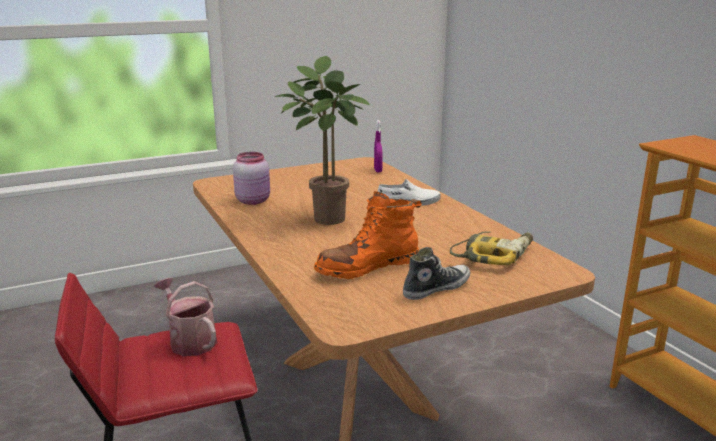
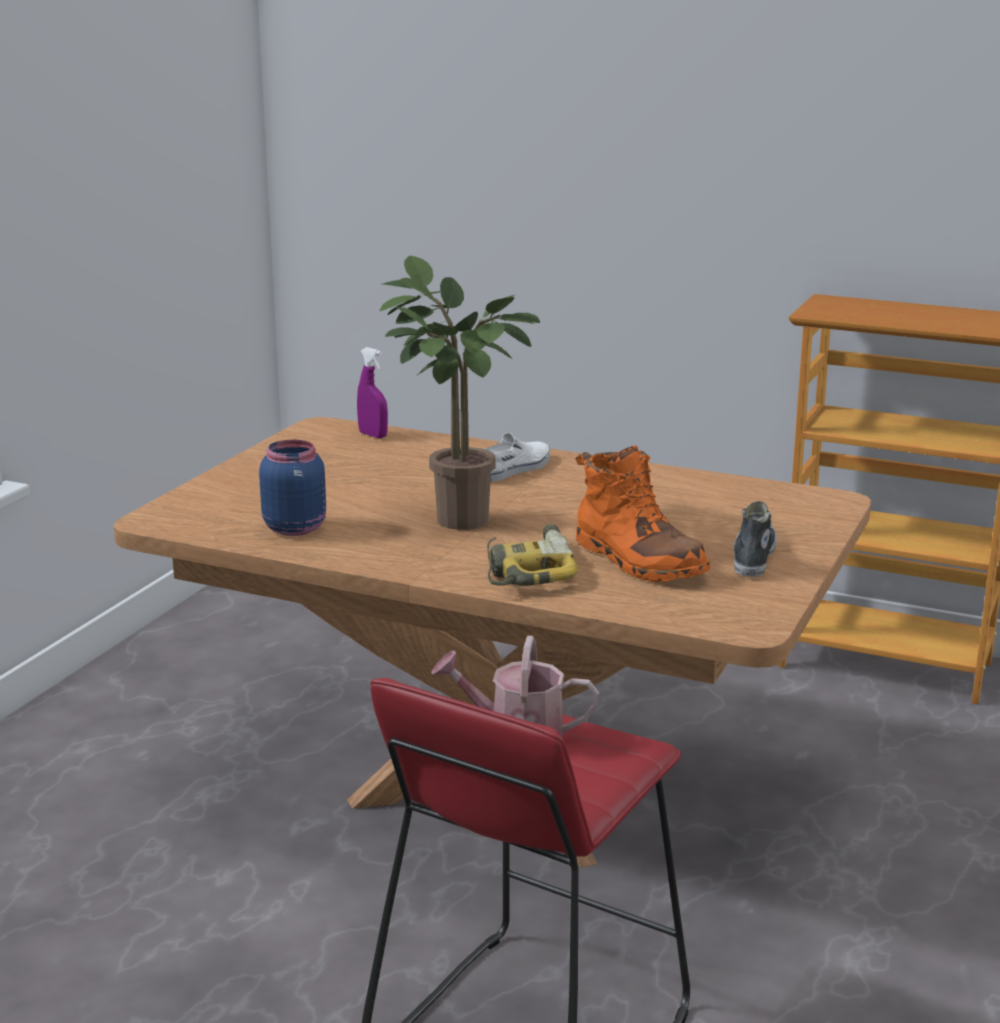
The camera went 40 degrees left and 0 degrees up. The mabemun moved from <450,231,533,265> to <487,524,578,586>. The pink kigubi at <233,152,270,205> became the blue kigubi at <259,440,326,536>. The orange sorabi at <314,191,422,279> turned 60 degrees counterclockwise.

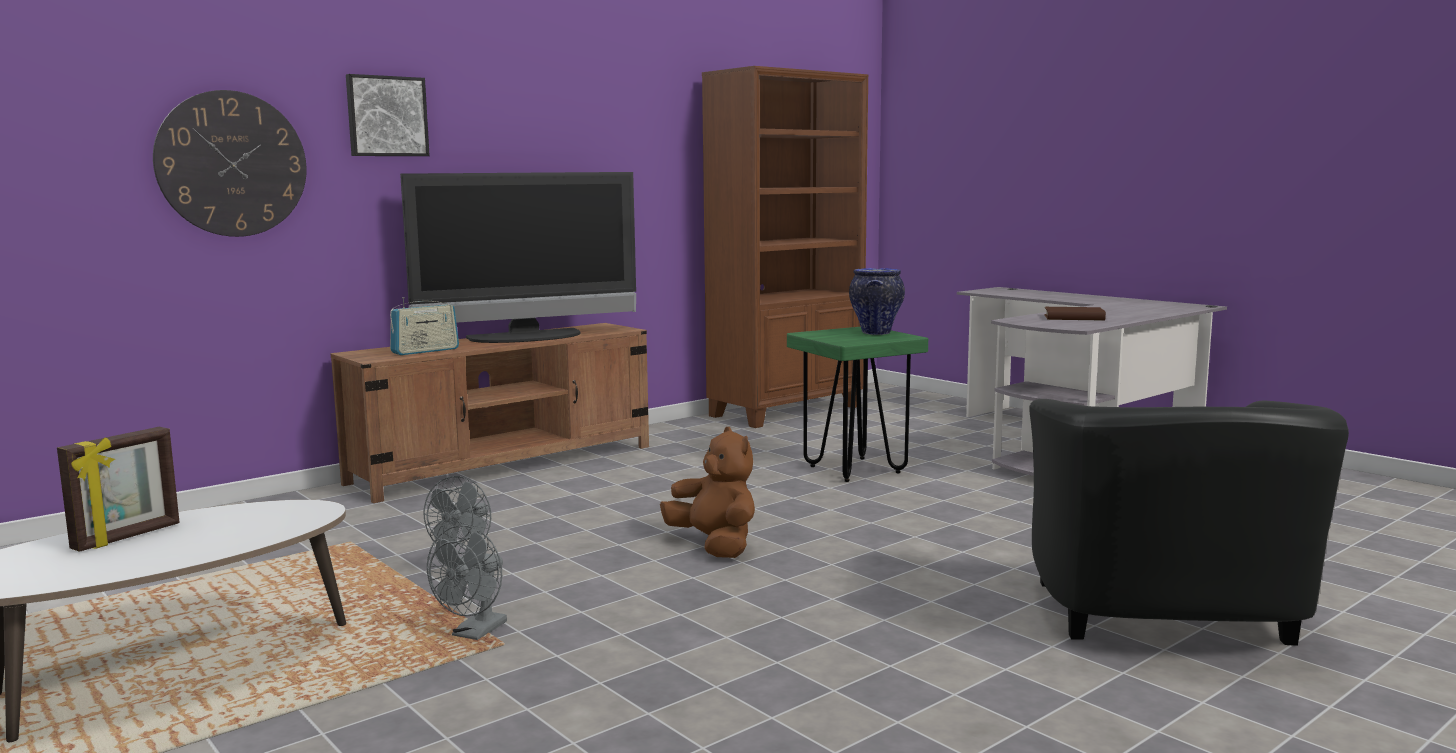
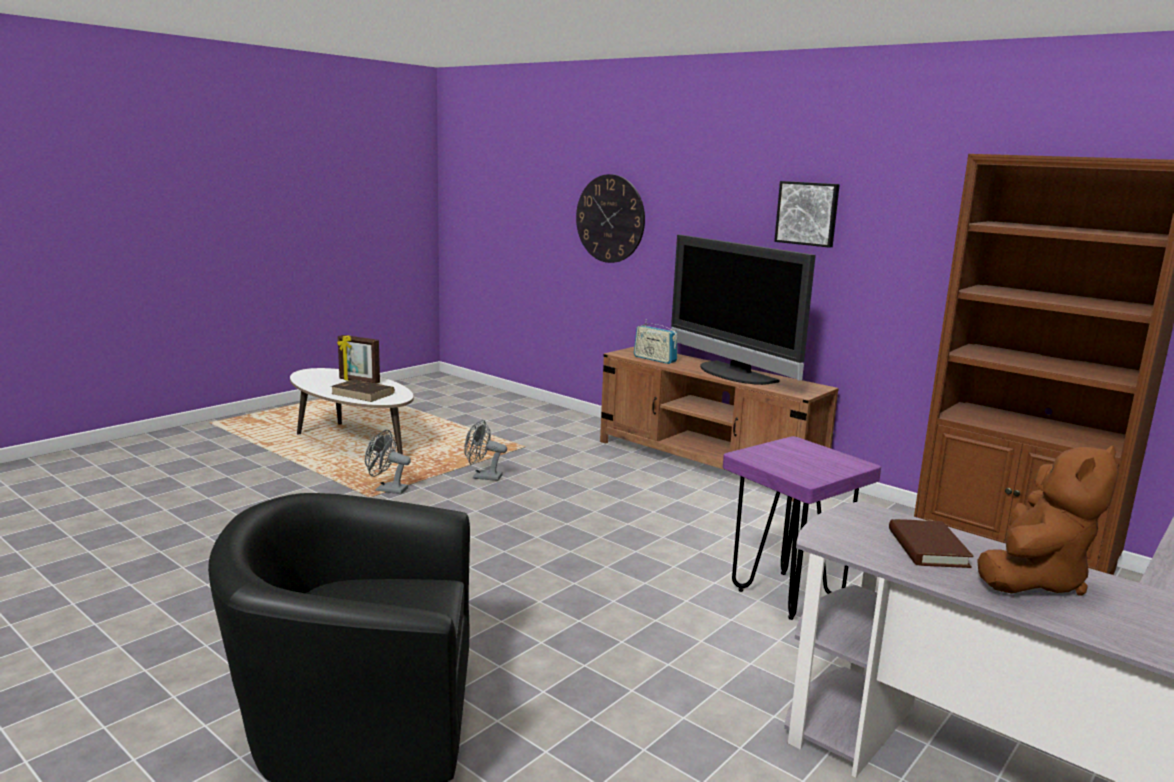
The camera went 80 degrees right and 5 degrees up. The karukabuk at <849,268,905,335> disappeared. The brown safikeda at <331,379,395,402> appeared. The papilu moved from <346,74,430,156> to <774,181,840,248>. The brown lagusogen moved from <660,427,755,558> to <977,446,1119,596>. The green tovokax at <787,327,928,482> became the purple tovokax at <723,436,881,620>.

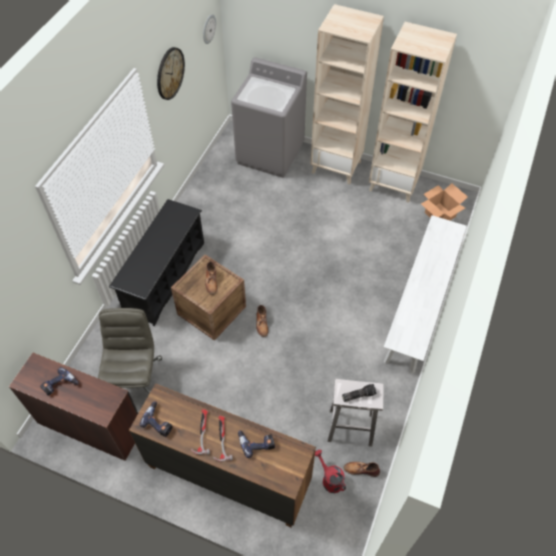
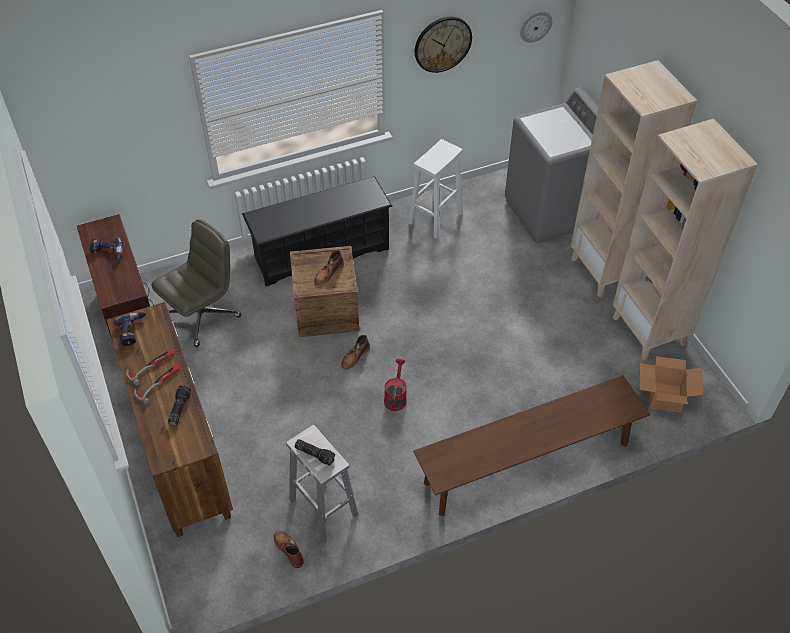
The camera went 45 degrees right and 5 degrees down. The white tovokax at <408,139,463,238> appeared. The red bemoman moved from <315,450,346,493> to <384,359,407,411>. The mabemun at <238,430,275,458> was replaced by the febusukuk at <168,385,191,426>. The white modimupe at <384,215,467,374> became the brown modimupe at <413,375,650,516>.

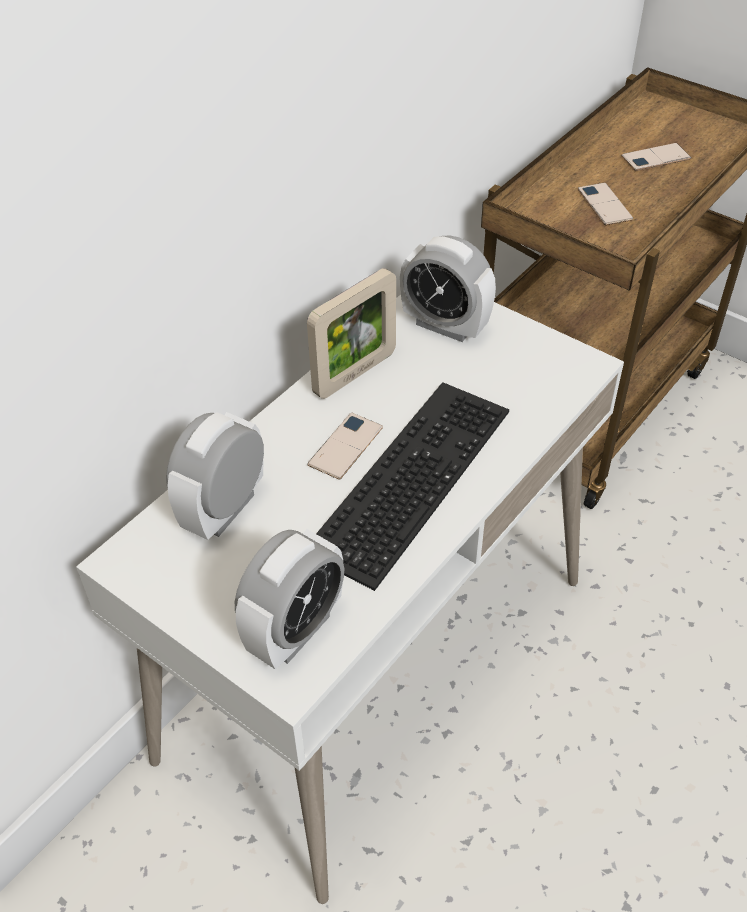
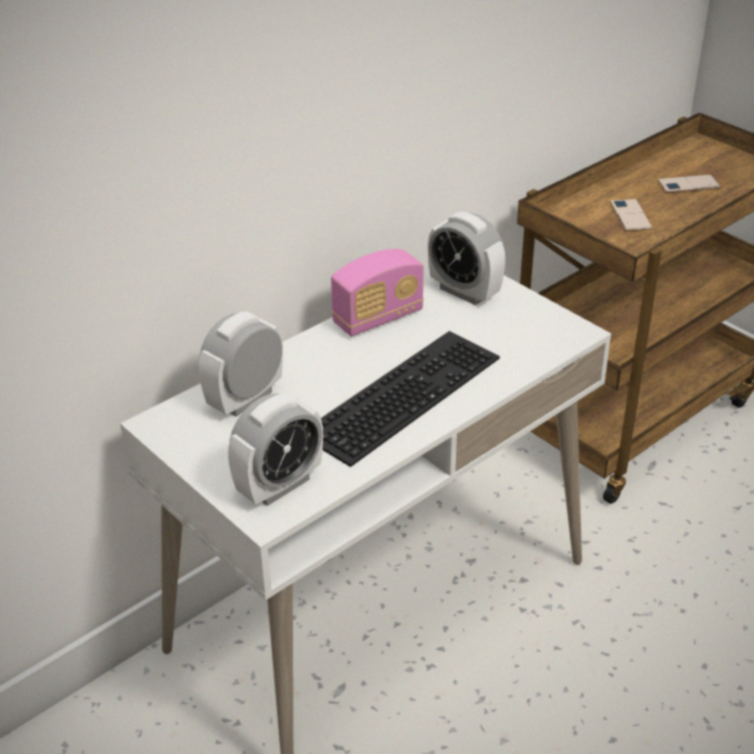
The camera went 10 degrees right and 10 degrees down. The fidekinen at <307,413,383,480> disappeared. The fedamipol at <307,268,396,399> was replaced by the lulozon at <331,249,424,337>.

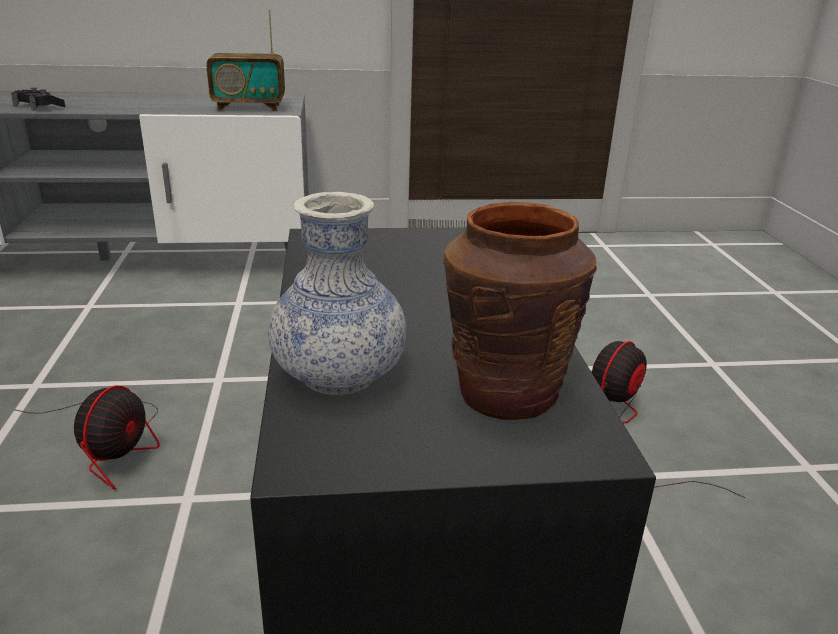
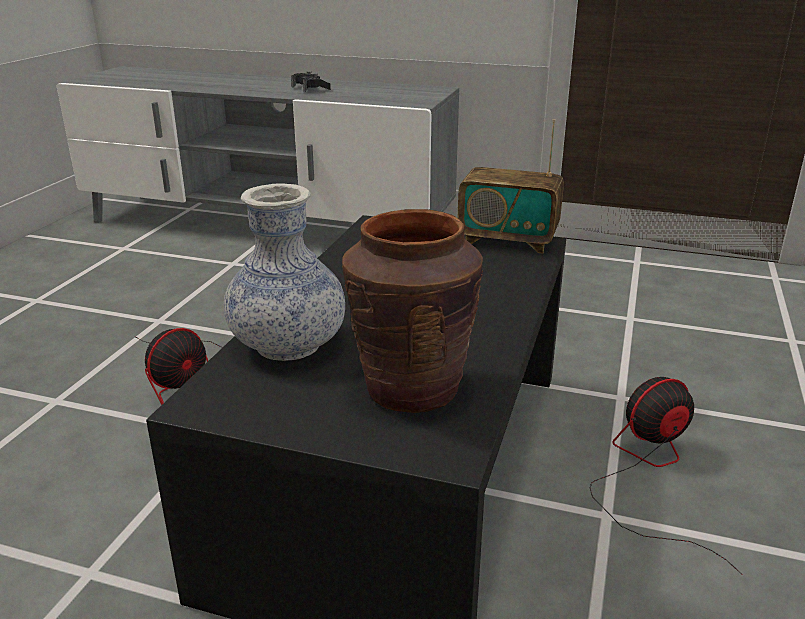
The camera went 25 degrees right and 0 degrees up. The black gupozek moved from <11,87,66,111> to <291,71,331,92>. The lulozon moved from <206,10,285,111> to <458,119,564,254>.

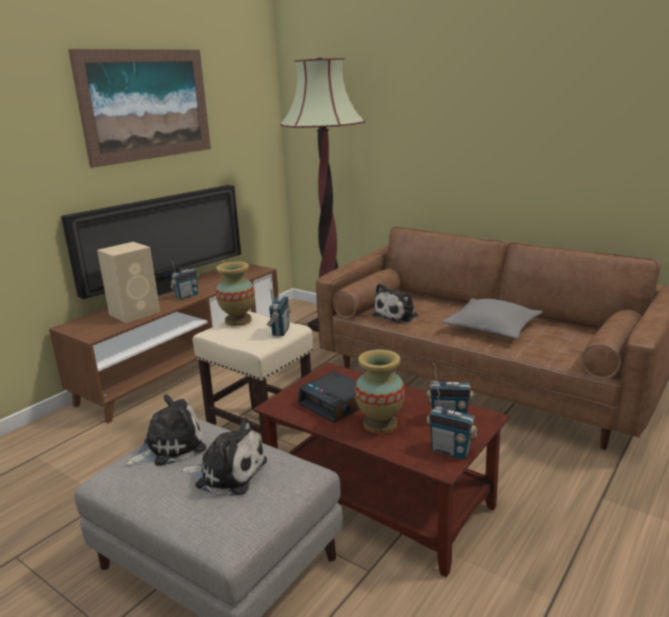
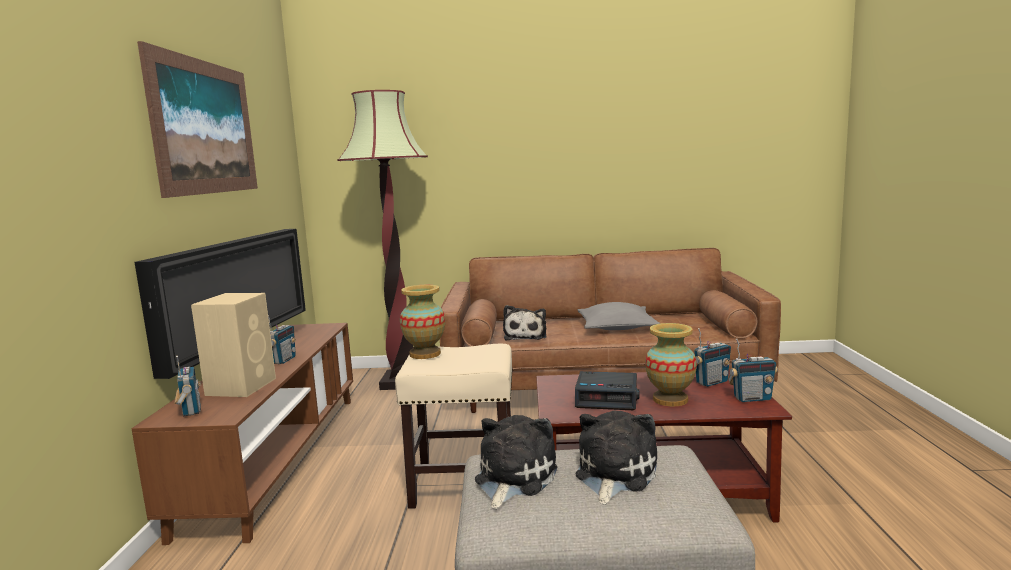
The camera went 35 degrees left and 10 degrees down. The lulozon moved from <267,288,291,336> to <174,356,201,416>. The lagusogen at <180,418,267,496> turned 45 degrees counterclockwise.

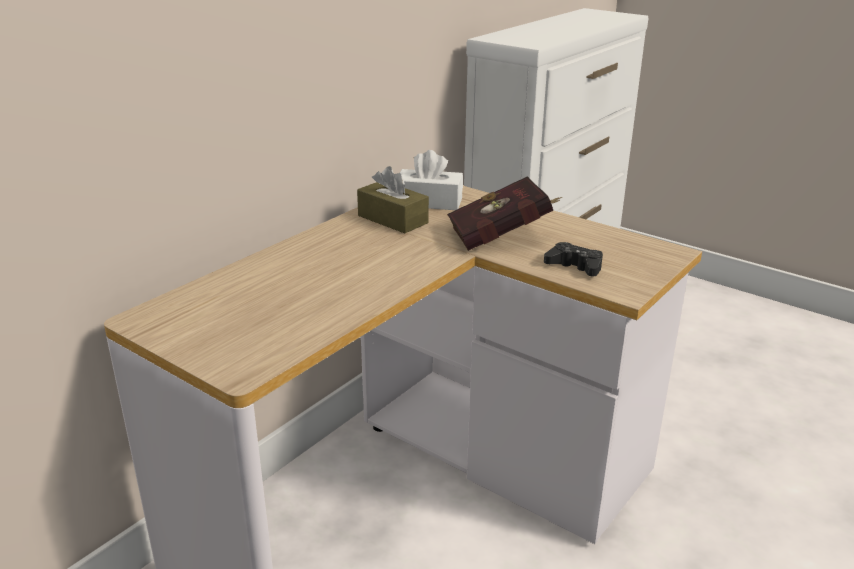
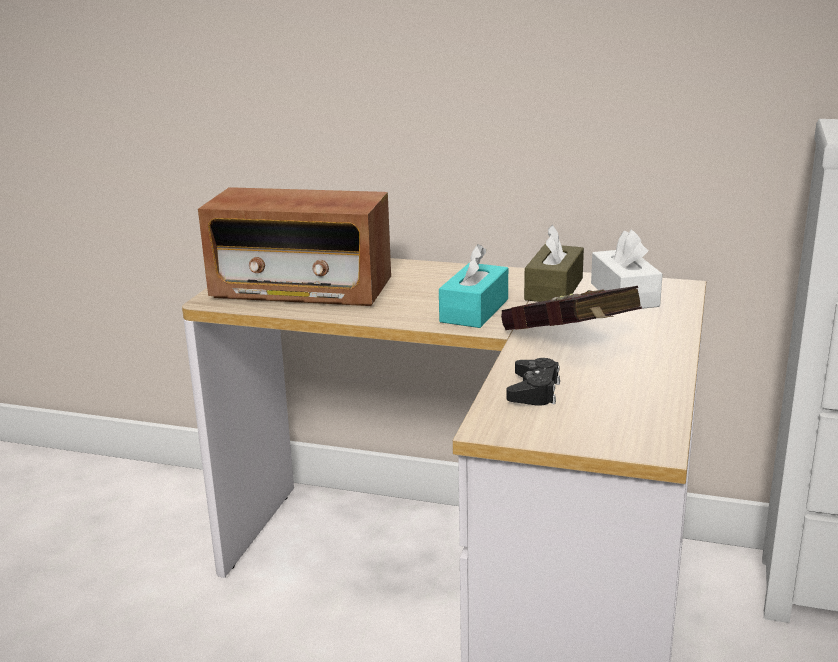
The camera went 70 degrees right and 5 degrees down. The lulozon at <198,187,391,306> appeared. The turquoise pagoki at <439,244,508,328> appeared.

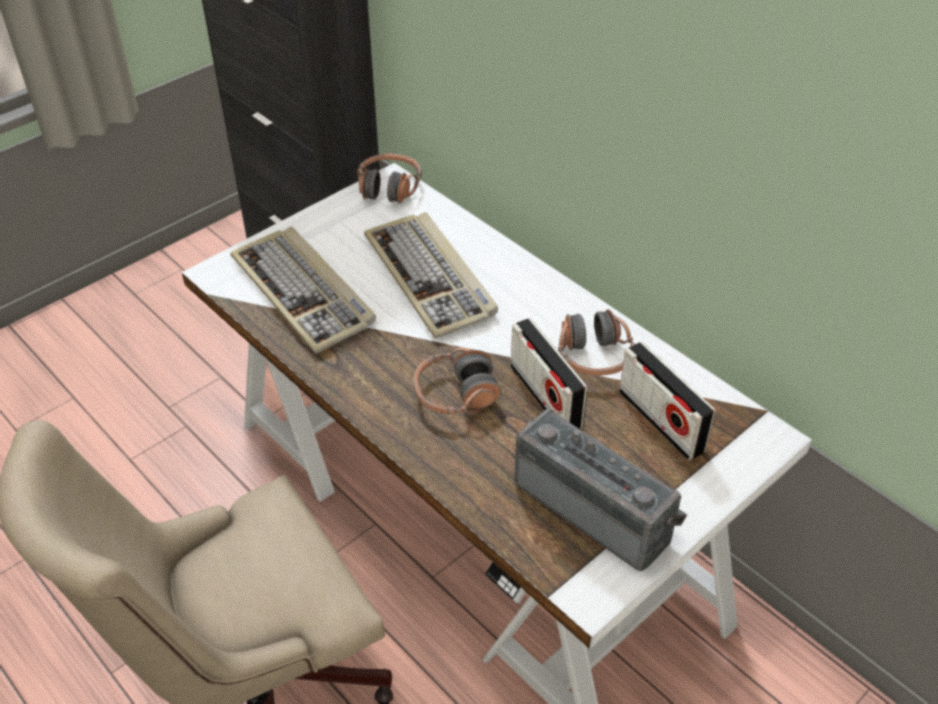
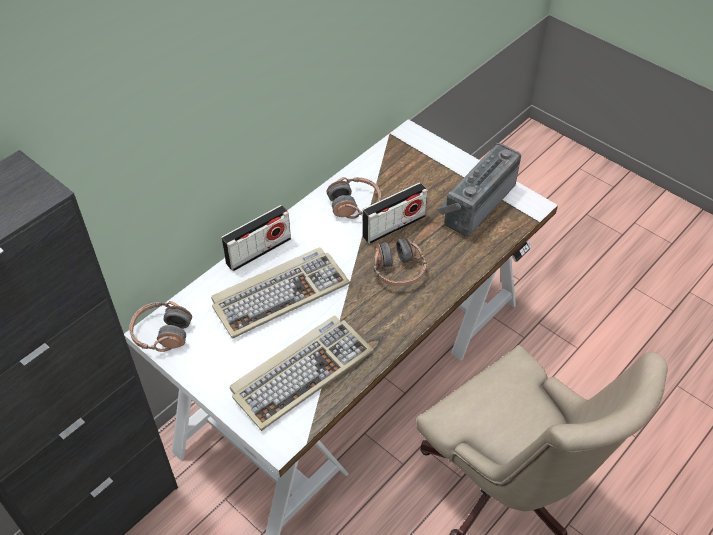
The camera went 95 degrees left and 5 degrees up. The lulozon moved from <619,342,715,460> to <221,205,291,271>.

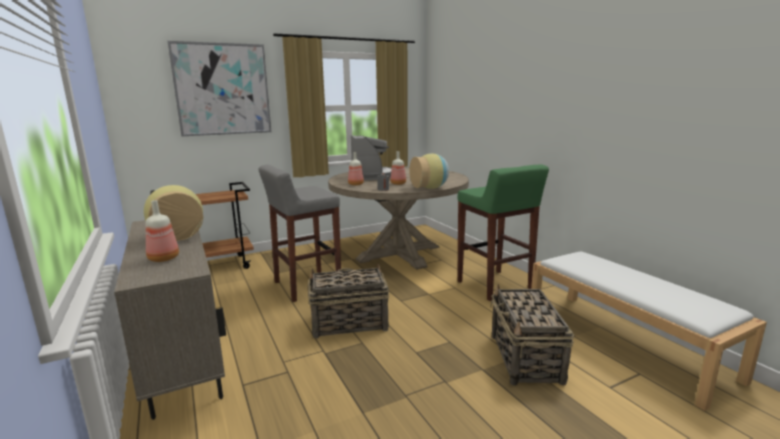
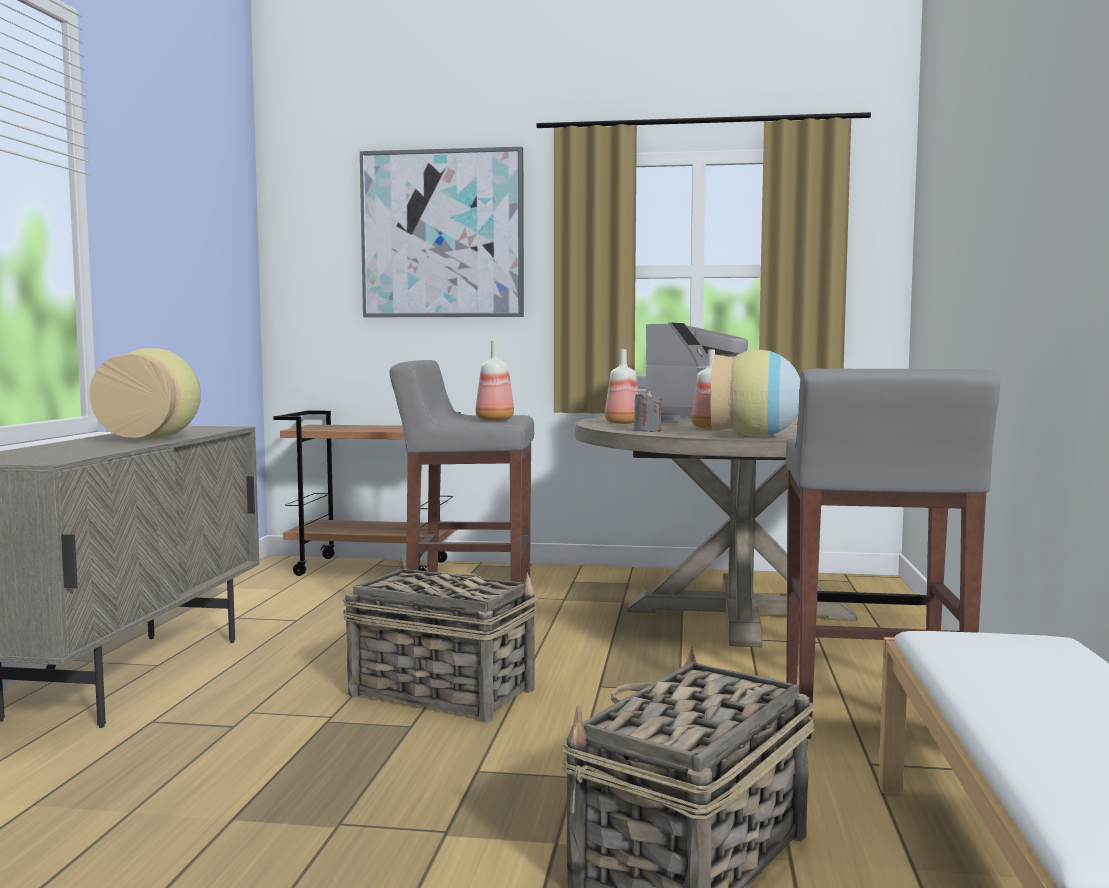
The camera went 35 degrees right and 10 degrees down. The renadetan moved from <146,200,179,262> to <475,341,514,421>. The green tovokax at <457,164,549,301> became the grey tovokax at <786,369,1001,739>.

